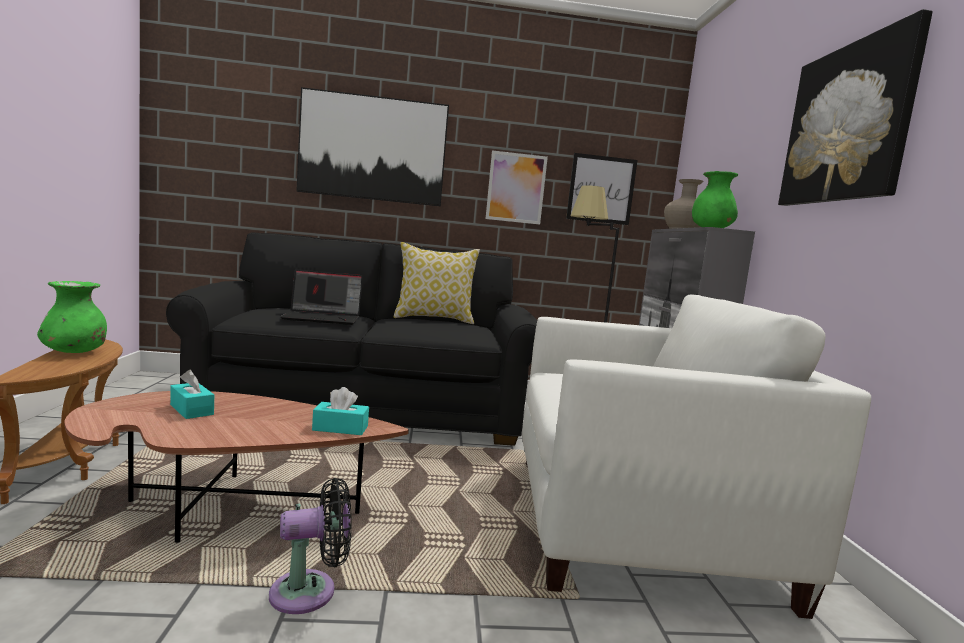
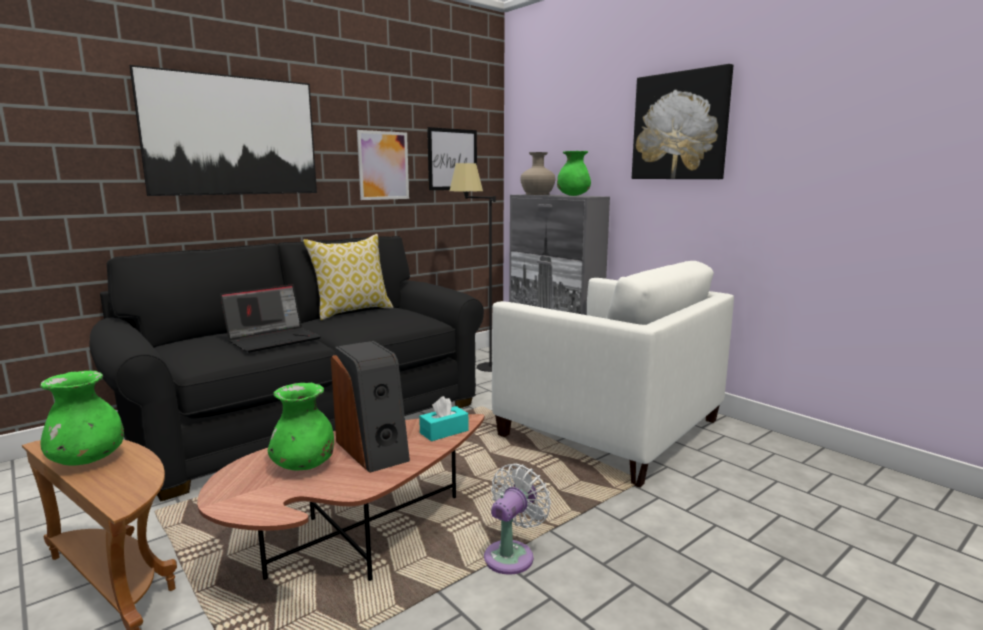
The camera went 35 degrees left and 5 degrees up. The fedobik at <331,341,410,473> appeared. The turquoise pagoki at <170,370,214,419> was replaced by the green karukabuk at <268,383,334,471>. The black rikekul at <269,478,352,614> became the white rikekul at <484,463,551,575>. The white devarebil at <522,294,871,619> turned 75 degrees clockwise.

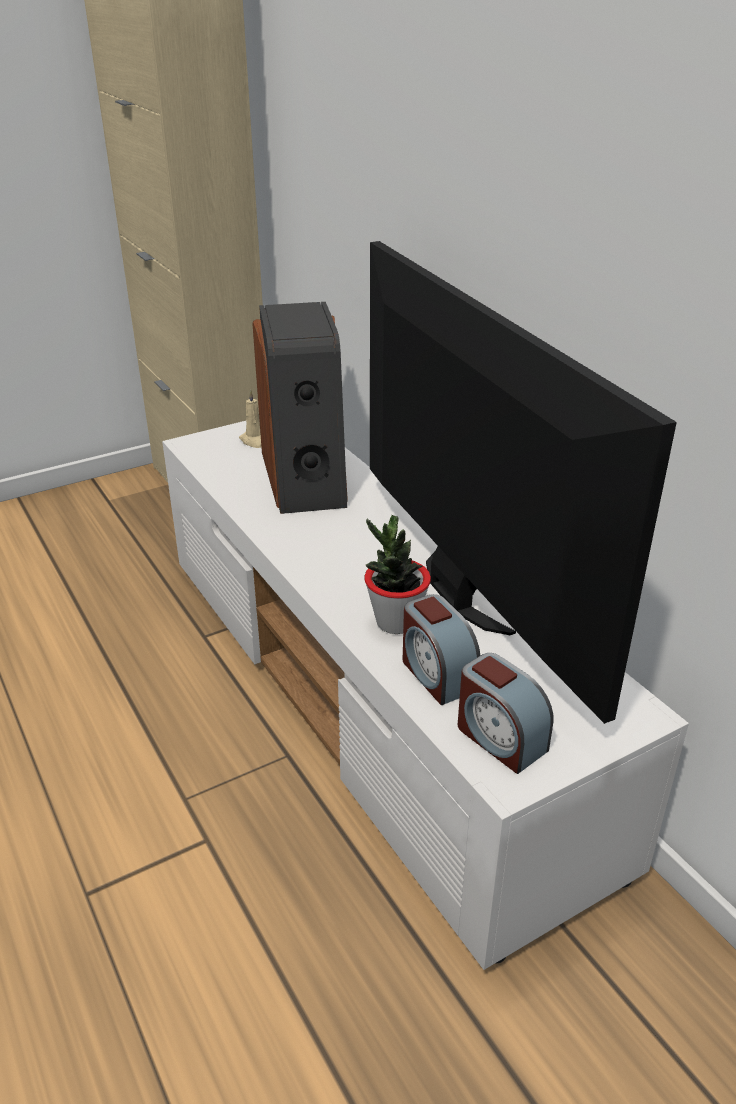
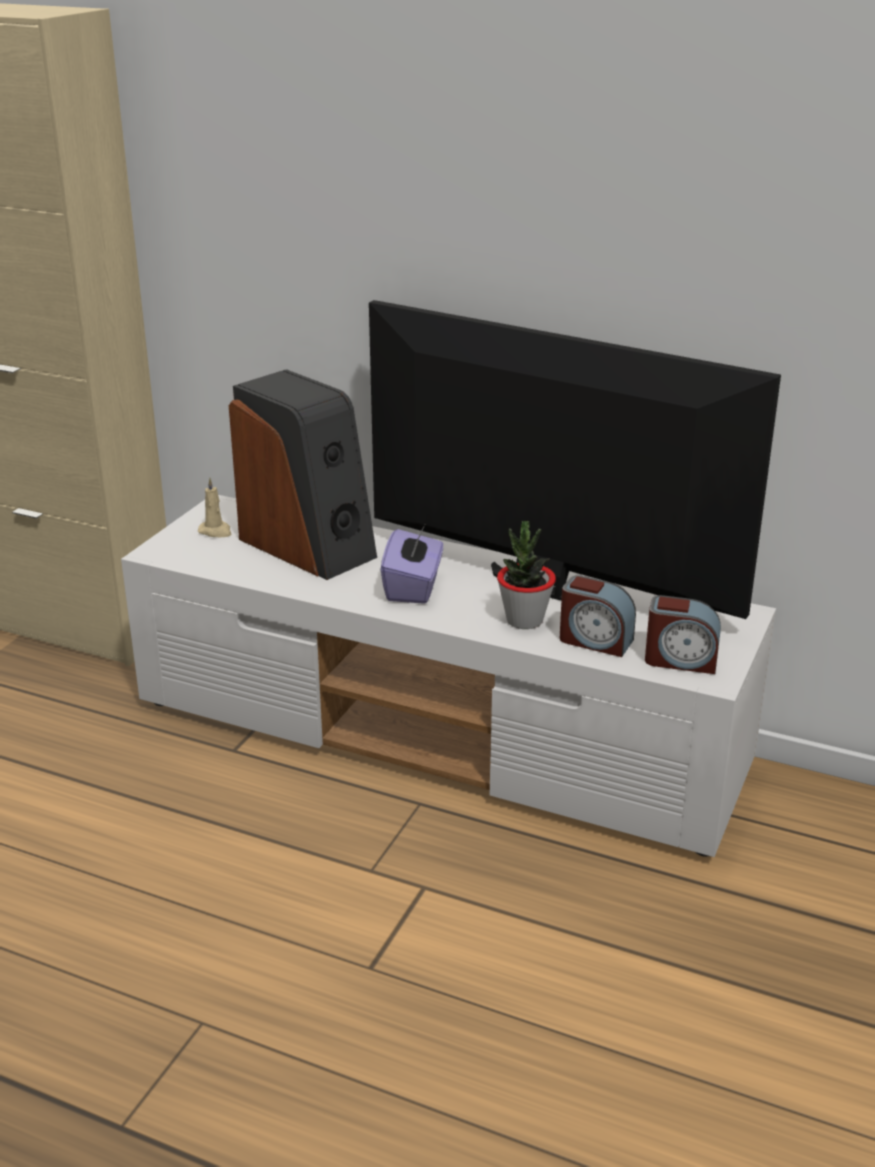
The camera went 35 degrees left and 5 degrees down. The purple pagoki at <381,525,443,604> appeared.

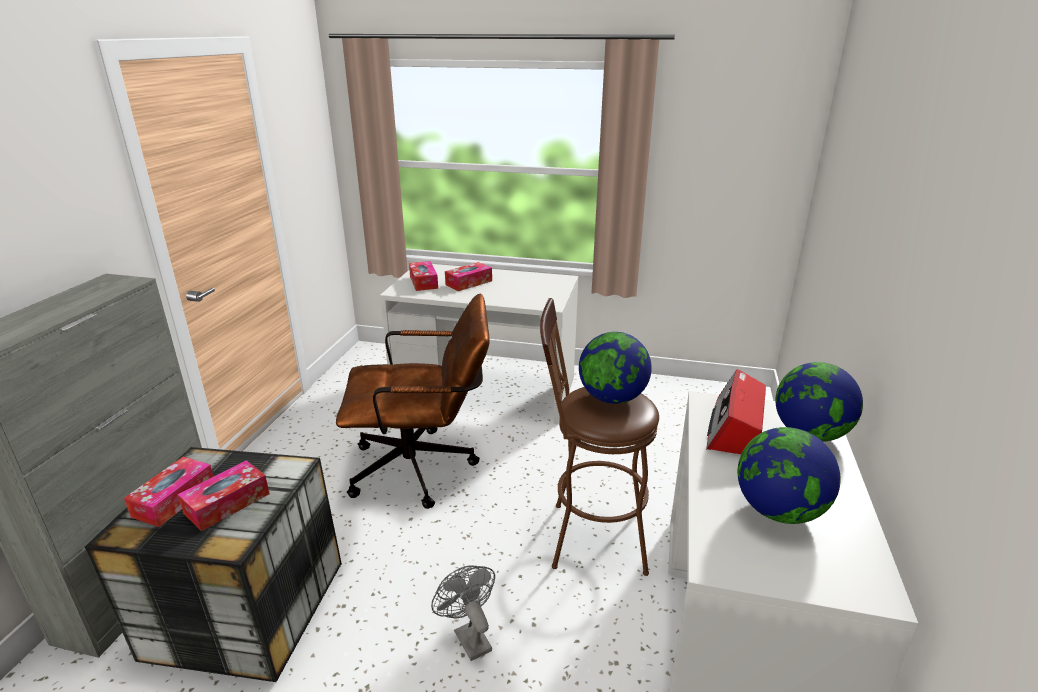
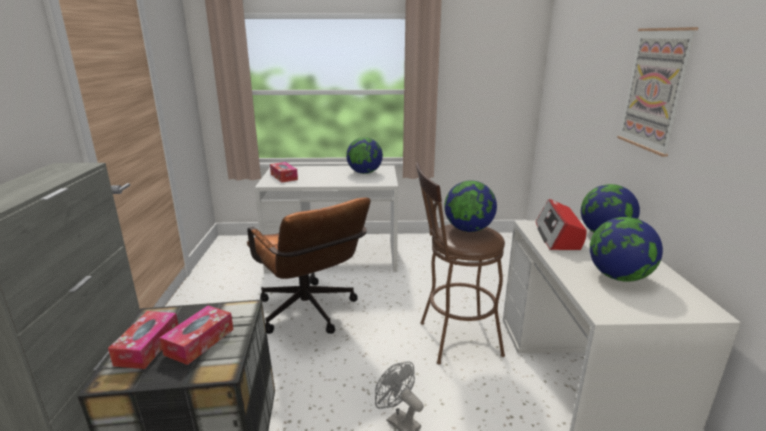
The camera went 15 degrees left and 5 degrees down. The pagoki at <445,262,492,291> disappeared. The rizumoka at <346,137,383,174> appeared. The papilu at <617,27,698,157> appeared. The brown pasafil at <336,294,490,509> turned 75 degrees clockwise.

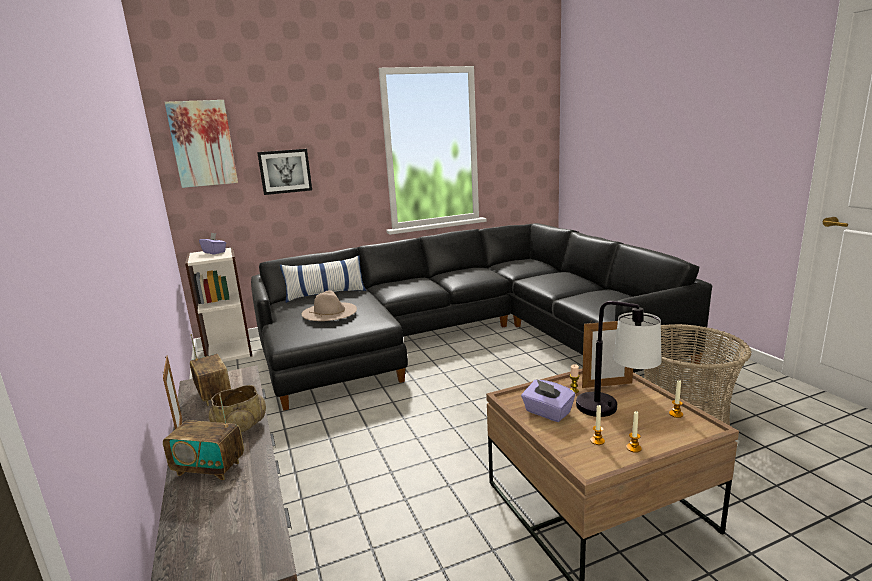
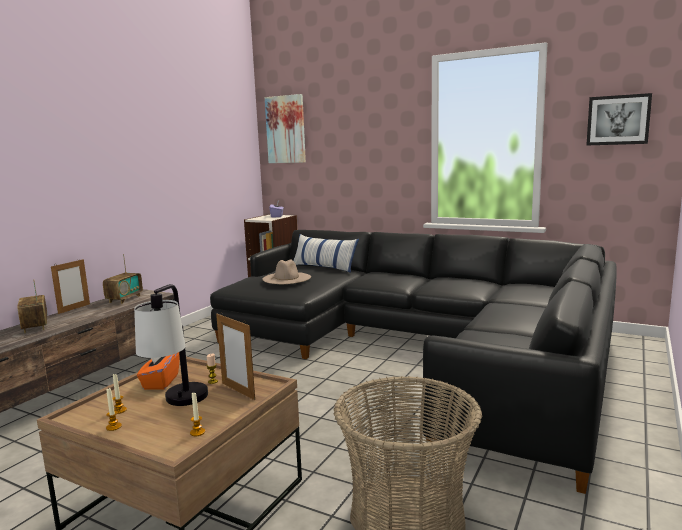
The camera went 50 degrees right and 5 degrees down. The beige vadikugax at <209,385,266,432> disappeared. The papilu moved from <257,149,312,195> to <586,93,652,146>. The purple pagoki at <521,380,575,422> became the orange pagoki at <137,352,180,390>.

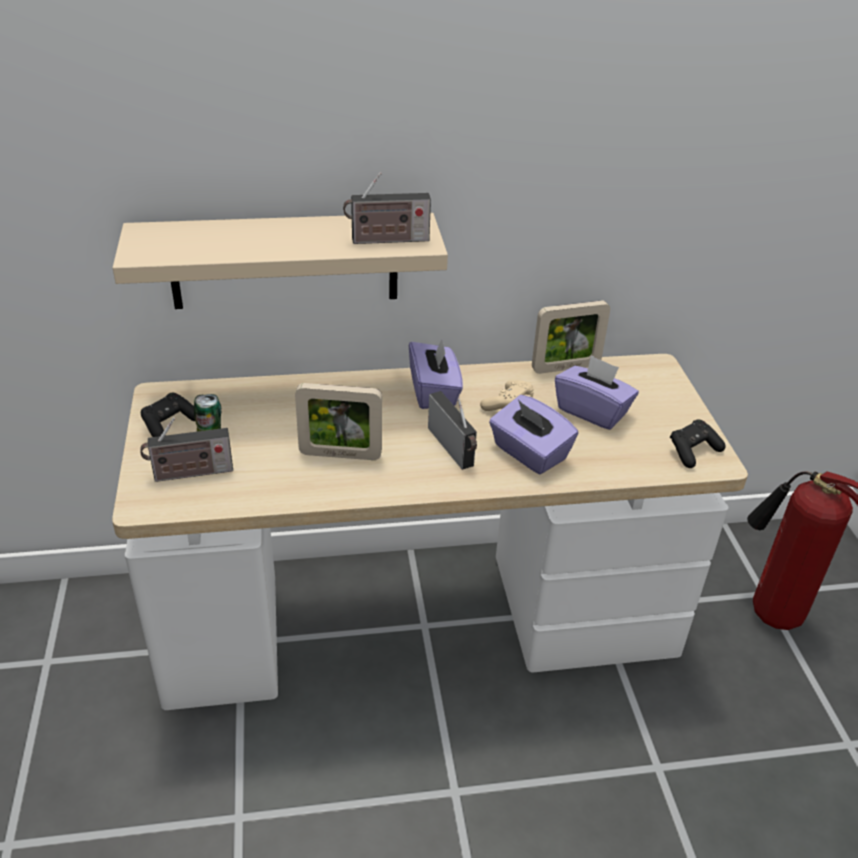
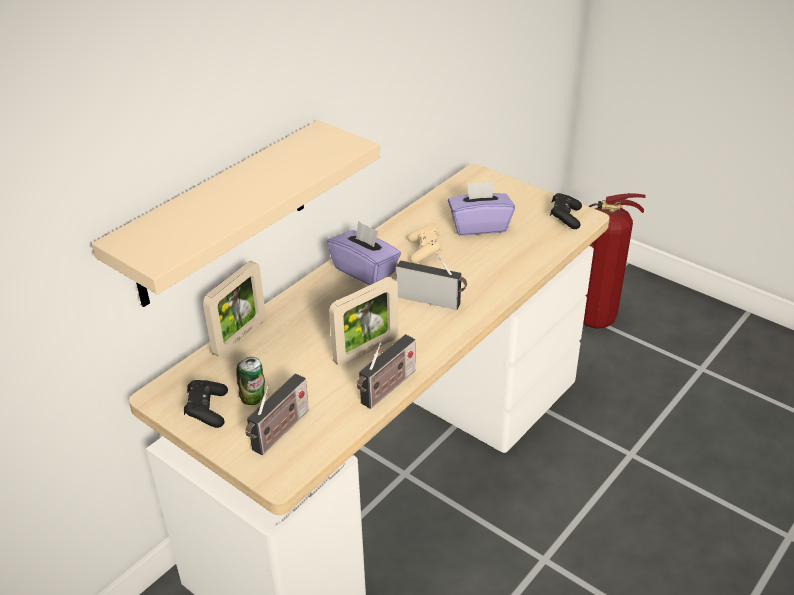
The camera went 40 degrees left and 0 degrees up. The purple pagoki at <489,395,578,475> disappeared. The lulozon moved from <343,173,431,244> to <357,334,416,409>. The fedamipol moved from <532,301,610,374> to <203,261,266,357>.

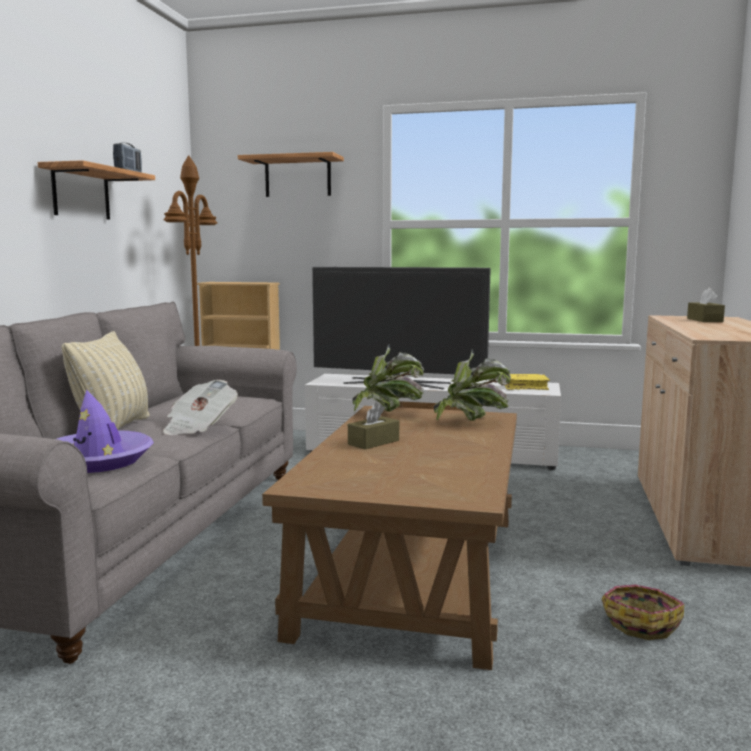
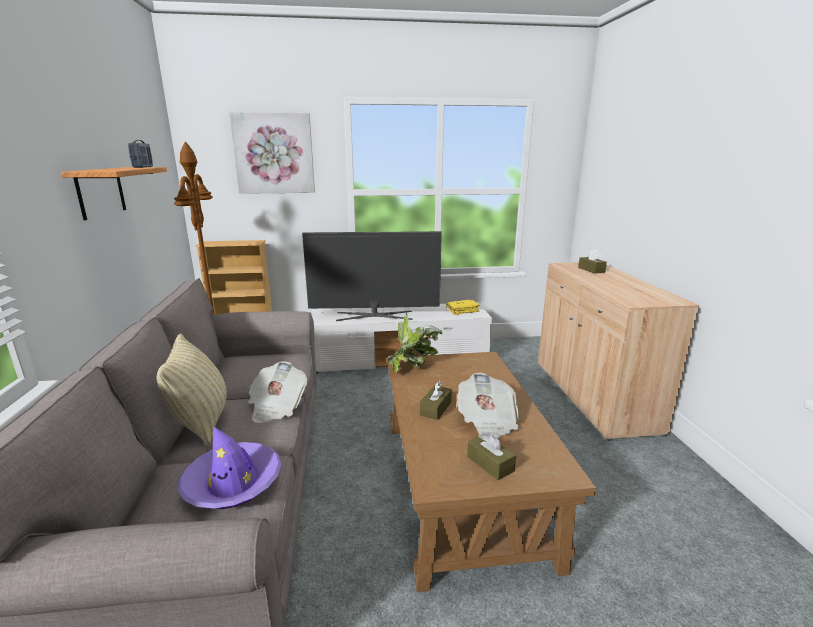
The camera went 20 degrees left and 10 degrees up. The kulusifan at <434,349,511,421> disappeared. The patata at <602,585,684,640> disappeared. The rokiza at <456,372,519,439> appeared. The brown pagoki at <467,432,516,480> appeared. The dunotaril at <238,152,344,197> was replaced by the papilu at <229,112,315,194>.

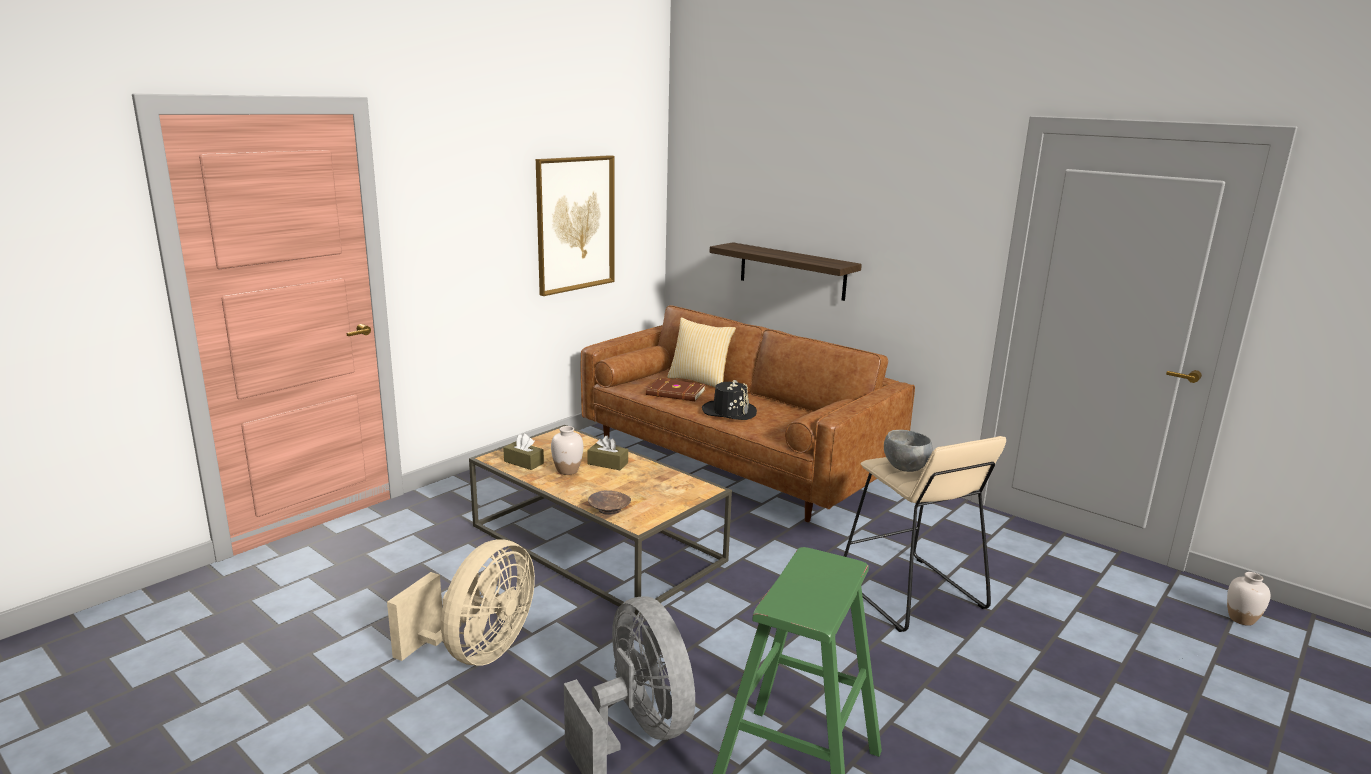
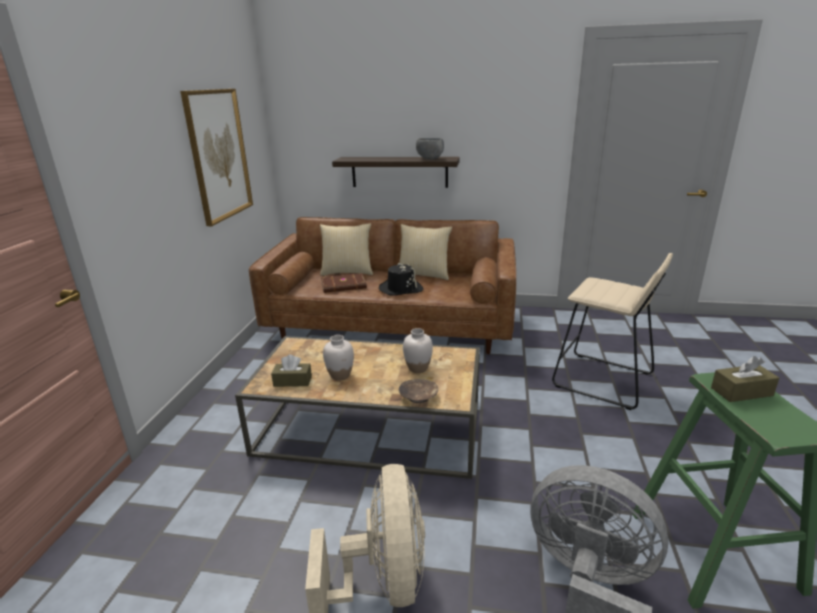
The camera went 30 degrees left and 5 degrees up. The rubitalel at <399,224,452,280> appeared. The brown pagoki moved from <587,436,628,470> to <711,356,779,402>. The grey vadikugax moved from <884,430,932,472> to <416,138,444,159>. The white karukabuk moved from <1227,572,1270,626> to <403,328,433,373>.

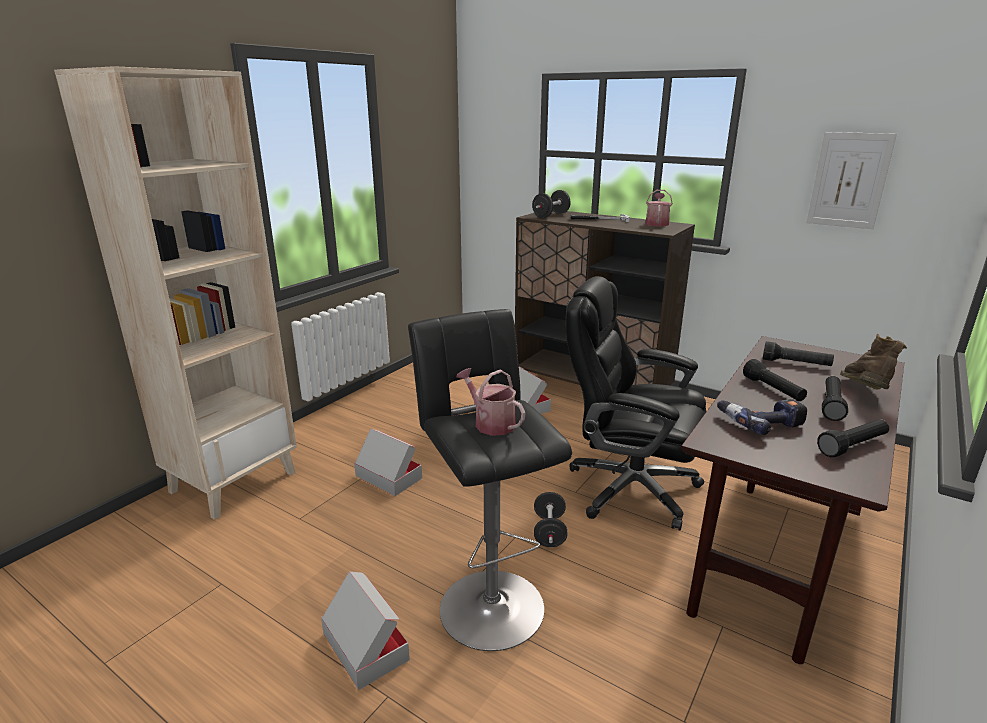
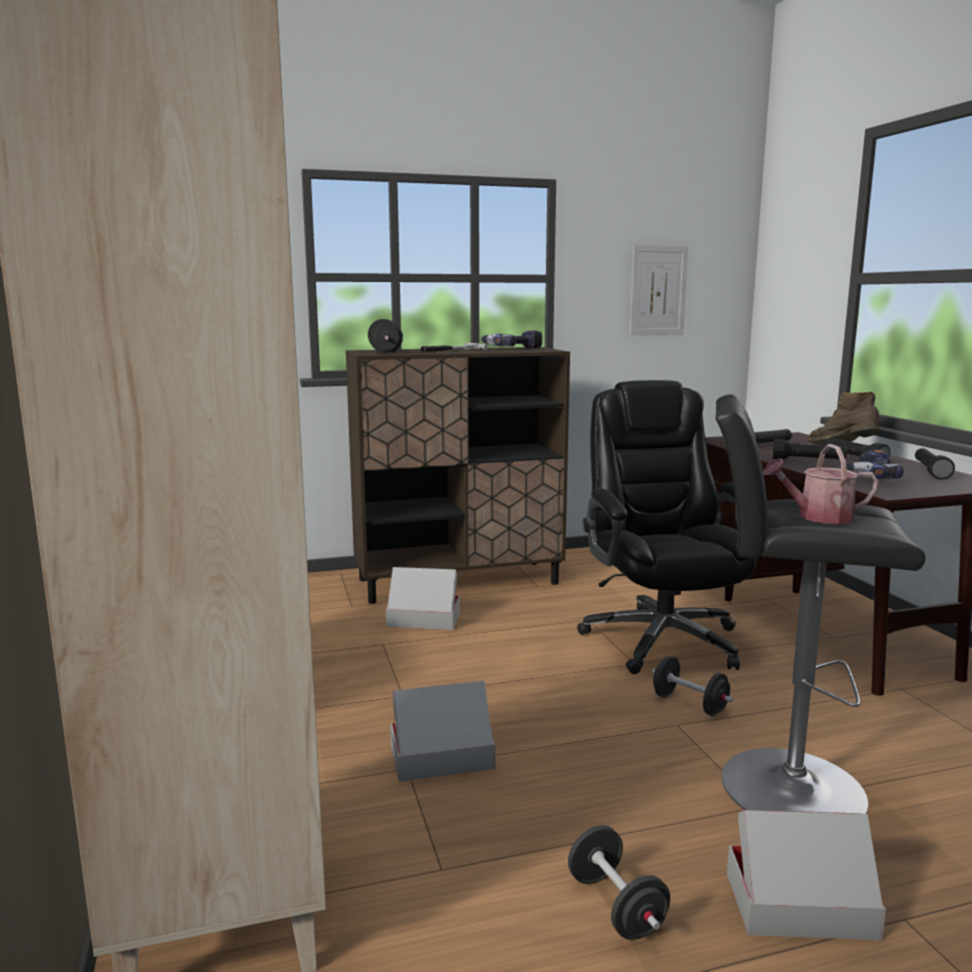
The camera went 50 degrees left and 10 degrees down. The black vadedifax at <568,825,670,940> appeared. The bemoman at <645,190,673,227> was replaced by the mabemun at <481,330,542,348>. The black pasafil at <566,276,706,530> turned 105 degrees clockwise.

